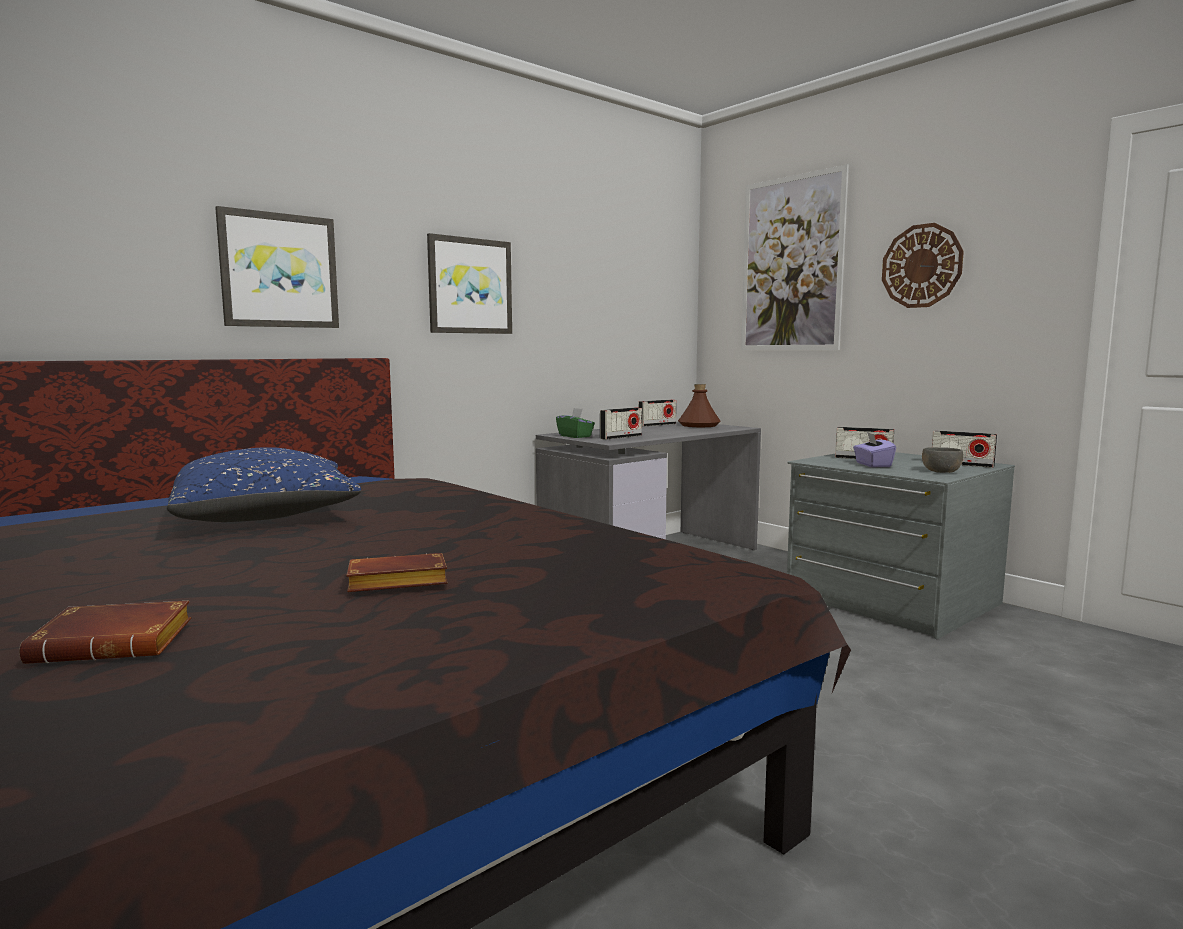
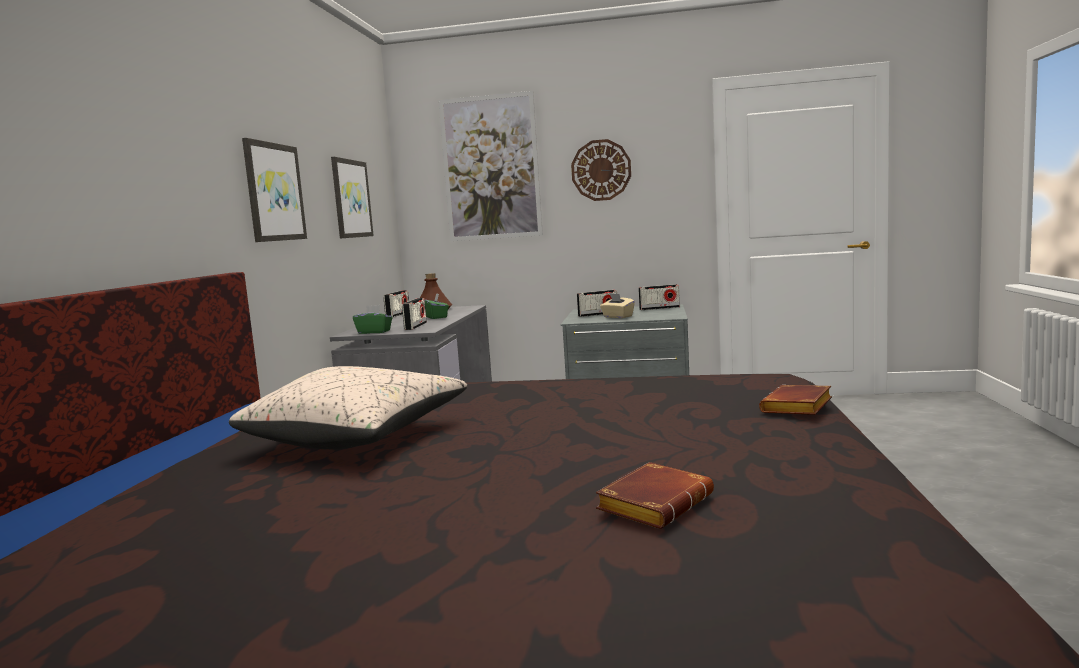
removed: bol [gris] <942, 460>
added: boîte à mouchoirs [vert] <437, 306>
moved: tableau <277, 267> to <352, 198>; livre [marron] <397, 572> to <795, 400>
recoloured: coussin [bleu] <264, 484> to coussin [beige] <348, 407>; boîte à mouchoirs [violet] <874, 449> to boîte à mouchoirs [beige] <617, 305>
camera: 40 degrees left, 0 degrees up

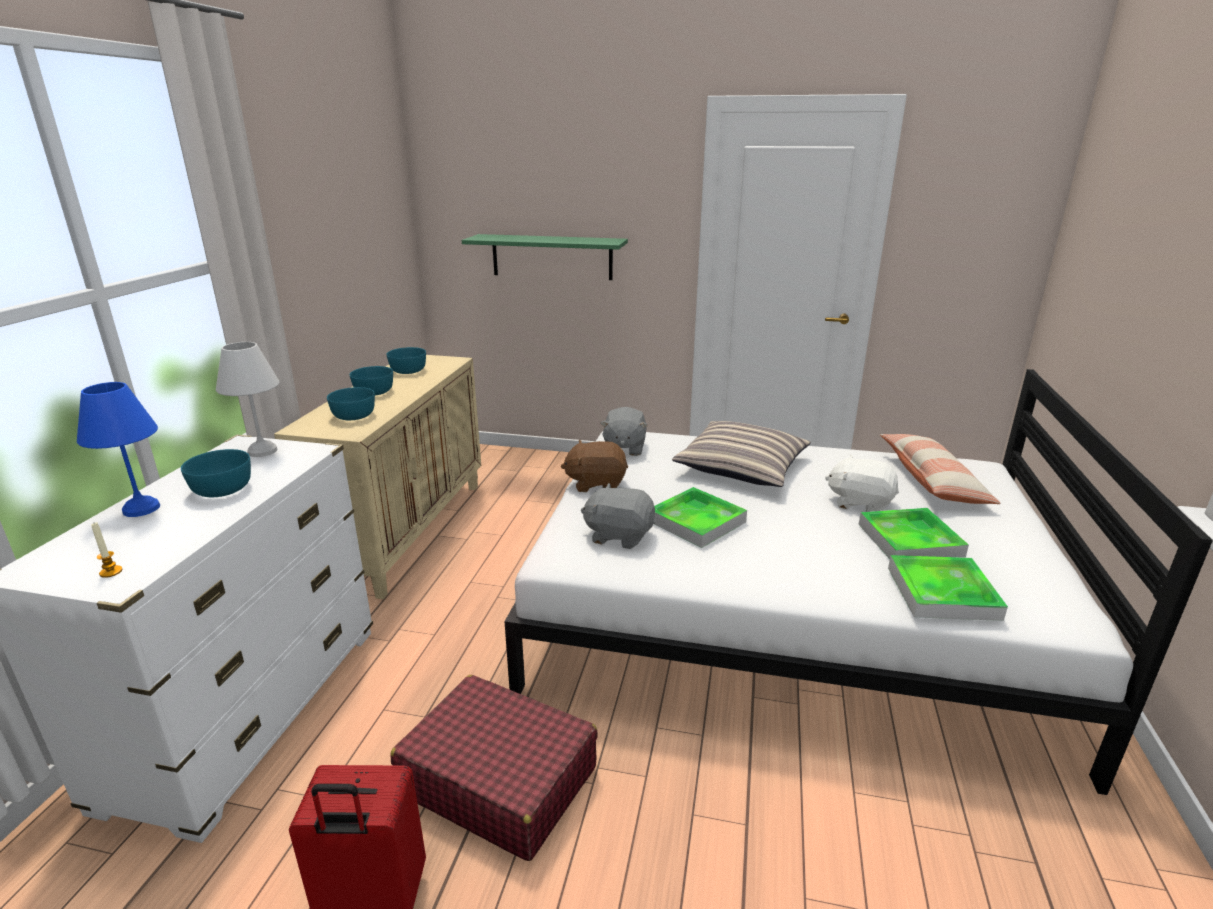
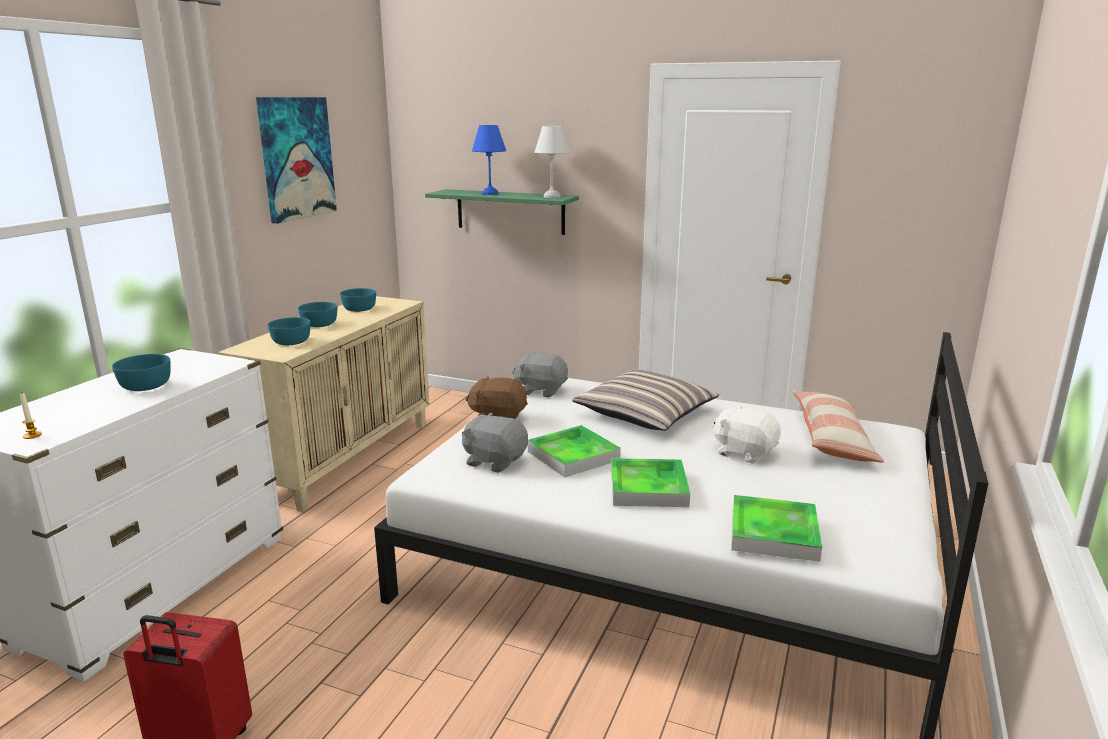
removed: valise [rouge] <494, 768>
added: tableau <296, 160>
moved: lampe de table [bleu] <118, 449> to <489, 160>; lampe de table [blanc] <247, 399> to <552, 162>; plateau <913, 533> to <650, 482>
turned: peluche [gris] <624, 431> = <540, 375> 90 degrees clockwise
camera: 10 degrees right, 5 degrees down

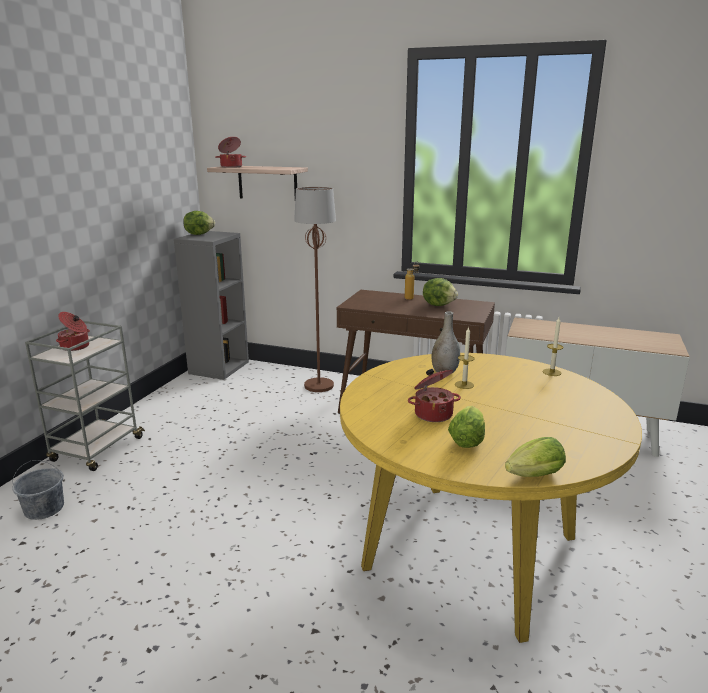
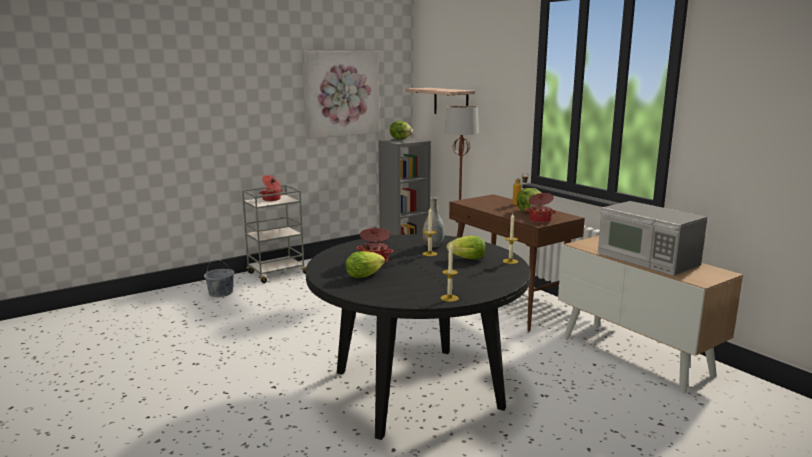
added: tableau <341, 95>; bougie <450, 272>; micro-ondes <653, 238>
moved: marmite <230, 152> to <541, 208>; laitue <535, 457> to <466, 247>
recoloured: table à manger [jaune] <491, 498> to table à manger [noir] <418, 337>
camera: 35 degrees right, 5 degrees down

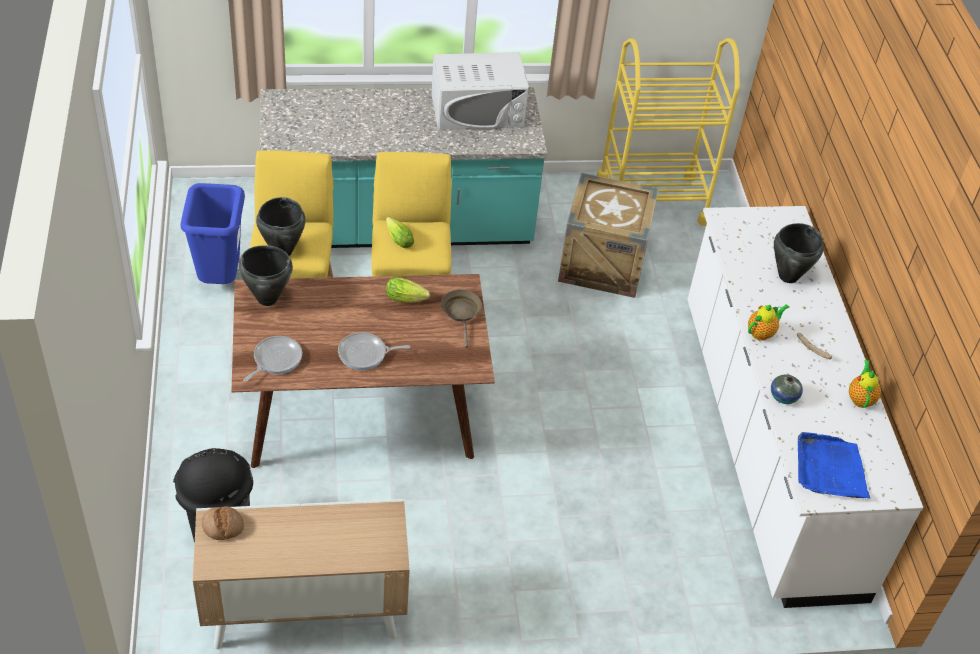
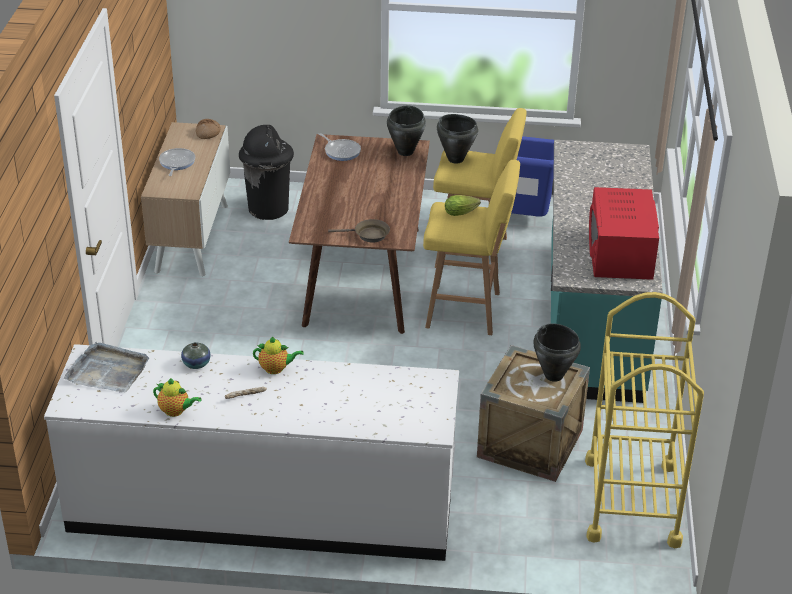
removed: laitue <408, 290>
moved: poêle <374, 351> to <177, 162>; marmite [noir] <798, 253> to <557, 352>
recoloured: micro-ondes [blanc] <480, 91> to micro-ondes [rouge] <624, 233>; plateau [bleu] <834, 465> to plateau [gris] <106, 367>
turned: théière <768, 322> = <278, 355> 60 degrees counterclockwise
camera: 105 degrees right, 10 degrees down

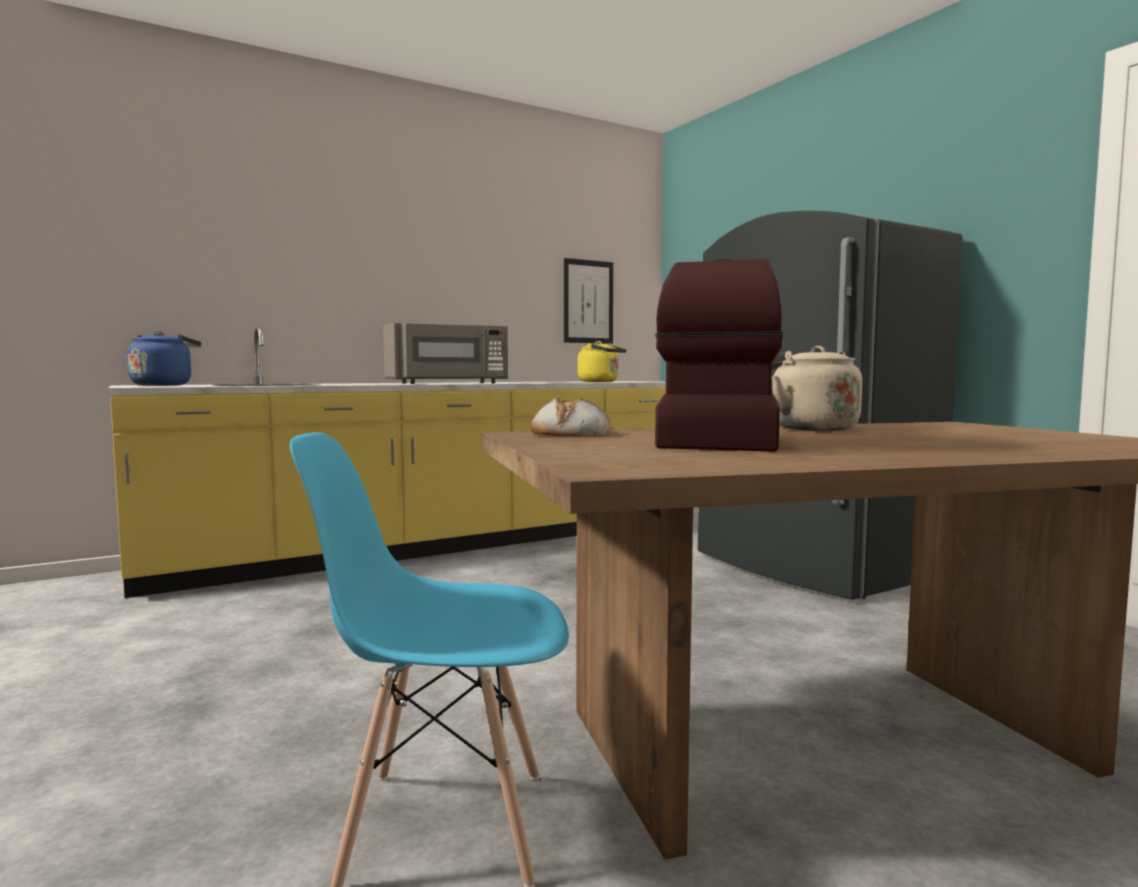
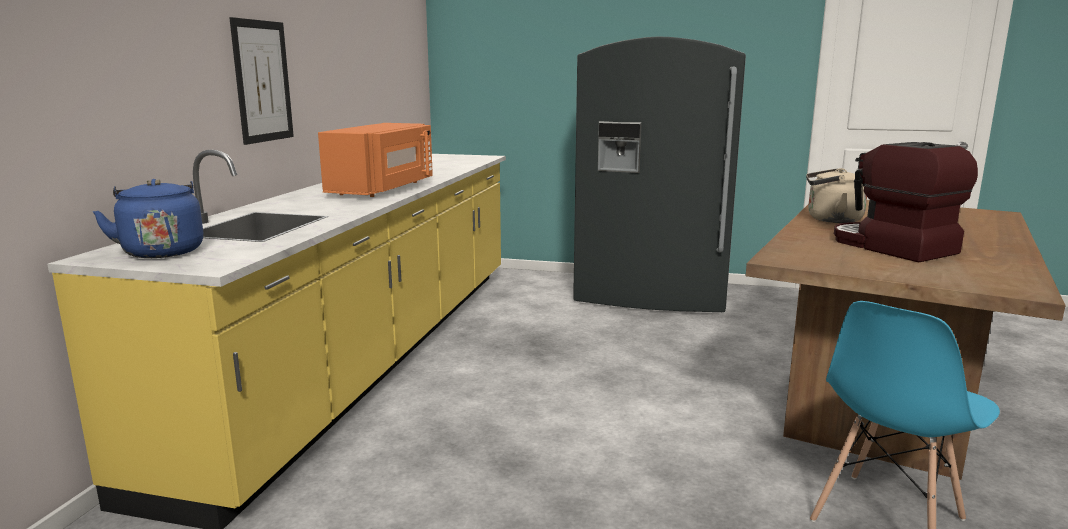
removed: pain <571, 416>; bouilloire [jaune] <602, 361>
moved: tableau <588, 301> to <261, 81>
recoloured: micro-ondes [gris] <445, 353> to micro-ondes [orange] <375, 160>
camera: 45 degrees left, 10 degrees up

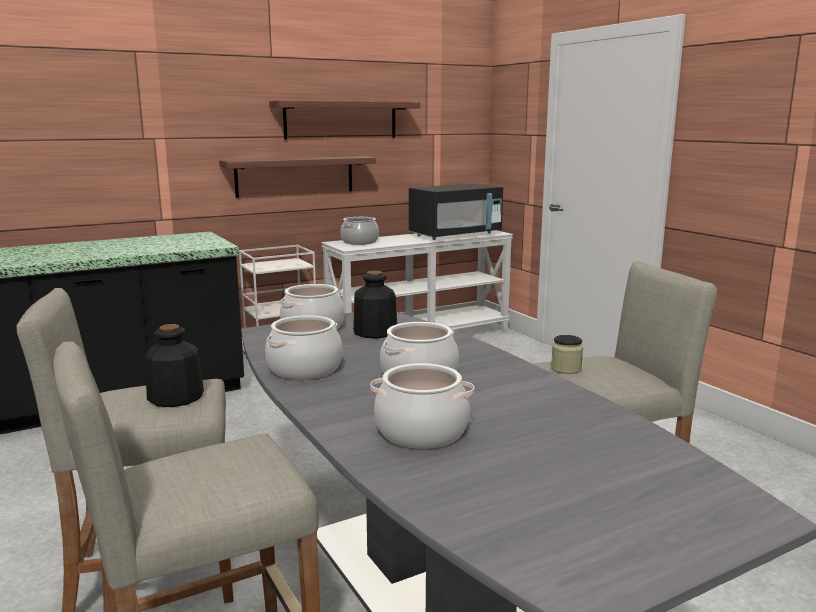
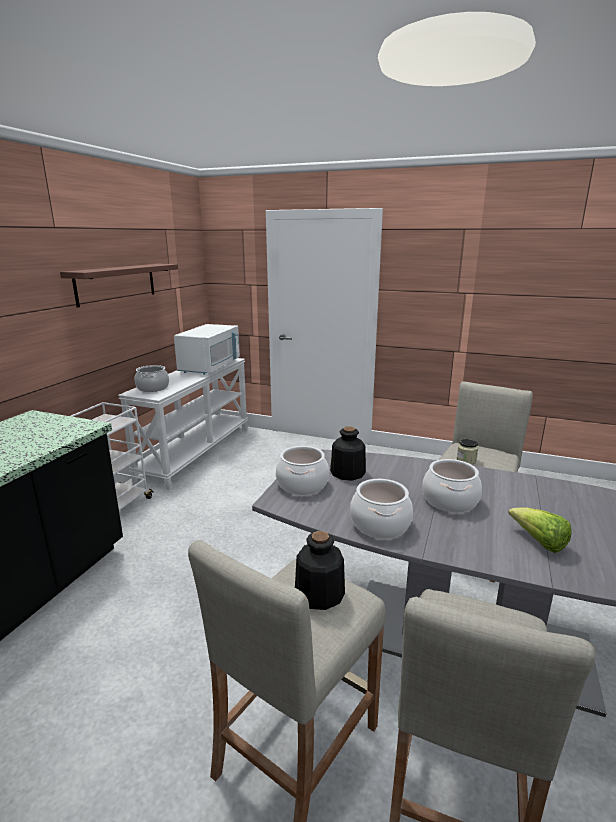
removed: étagère <297, 177>
replaced: marmite <422, 405> to laitue <540, 530>
recoloured: micro-ondes [noir] <456, 212> to micro-ondes [blanc] <207, 349>
camera: 40 degrees left, 5 degrees up

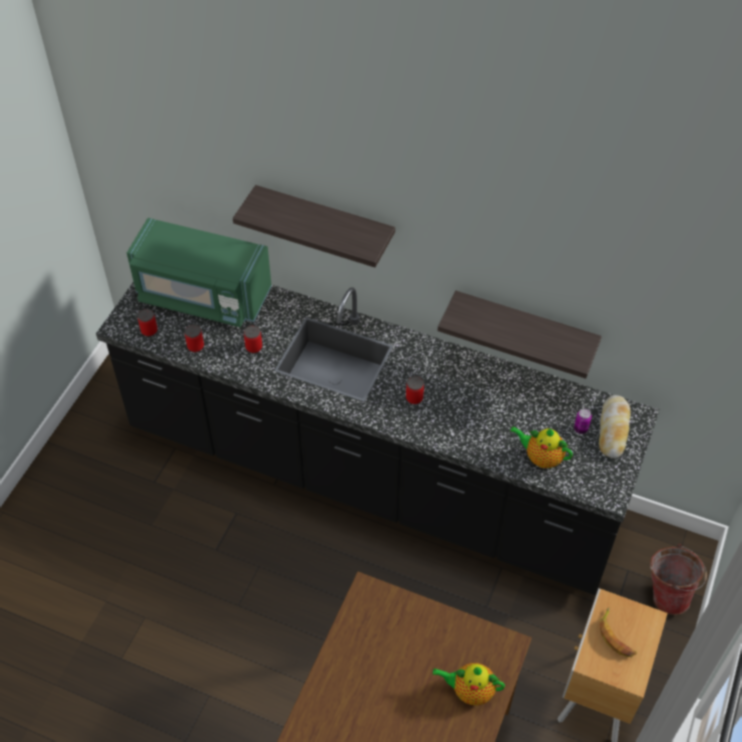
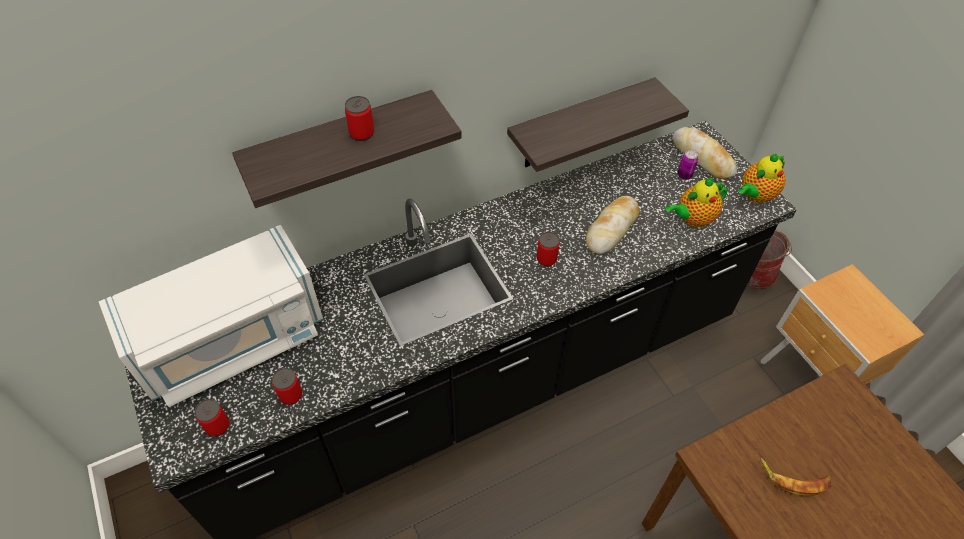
added: pain <613, 225>
moved: boîte métallique <253, 339> to <359, 118>; théière <469, 684> to <762, 178>; banane <618, 632> to <796, 477>
recoloured: micro-ondes [vert] <199, 272> to micro-ondes [blanc] <211, 316>
camera: 50 degrees left, 0 degrees up

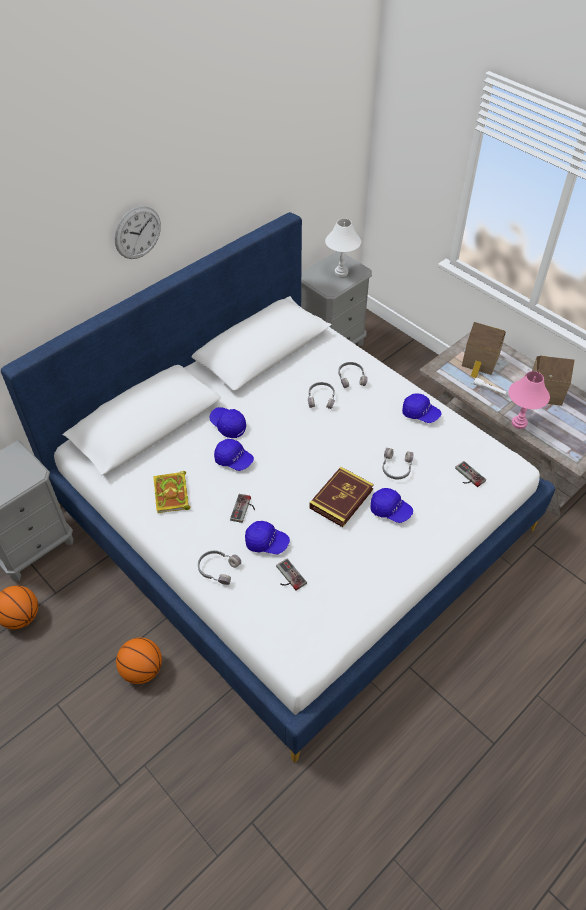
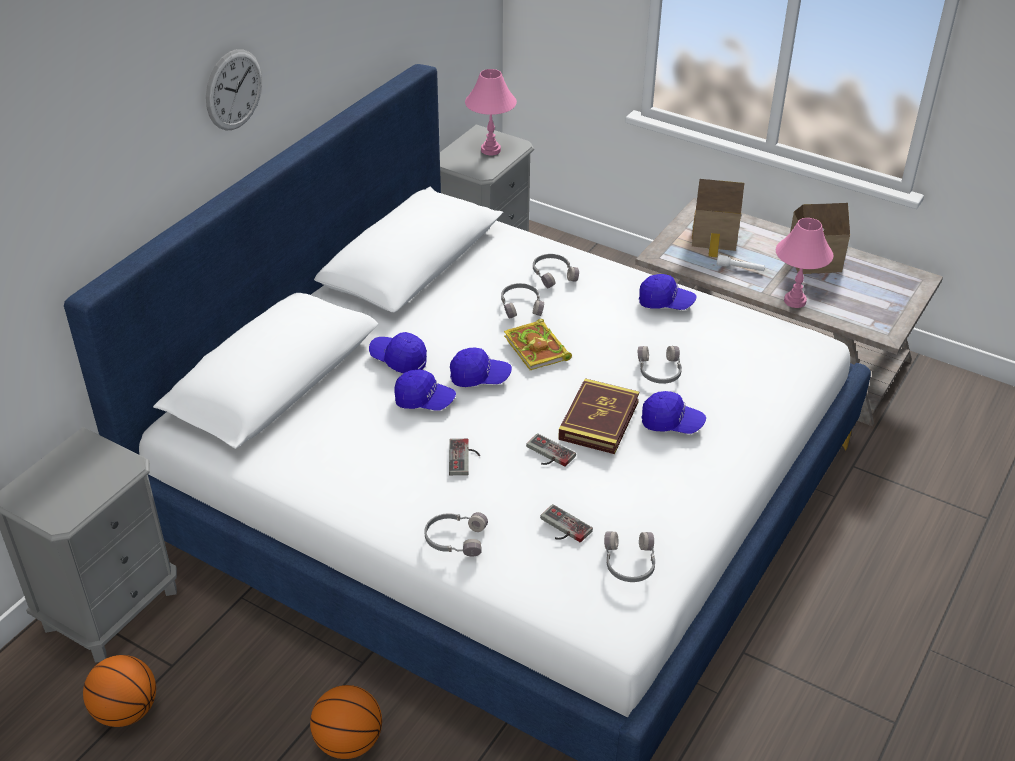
added: casque audio [gris] <629, 557>
moved: livre <172, 492> to <538, 345>; casquette [bleu] <267, 537> to <481, 367>; manette <470, 474> to <551, 450>
recoloured: lampe de table [blanc] <343, 248> to lampe de table [rose] <491, 112>
camera: 15 degrees left, 10 degrees down

